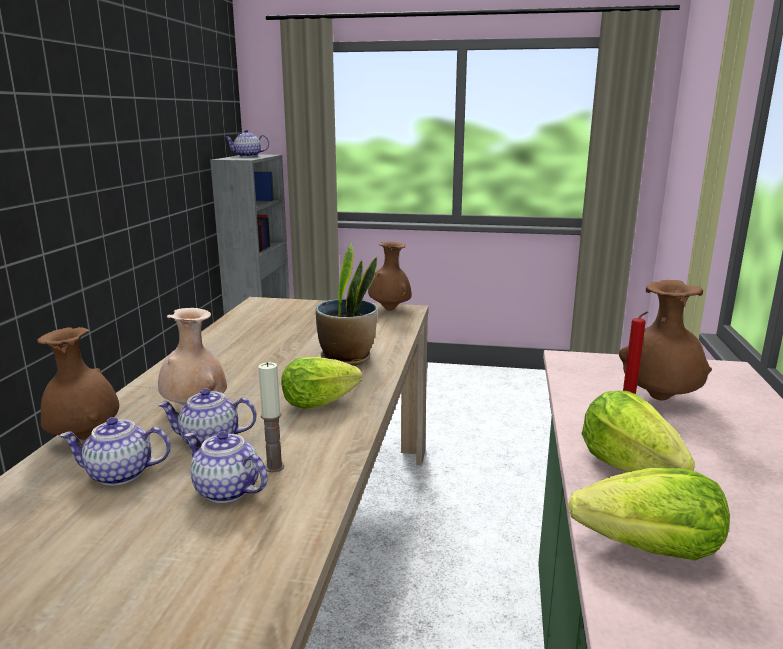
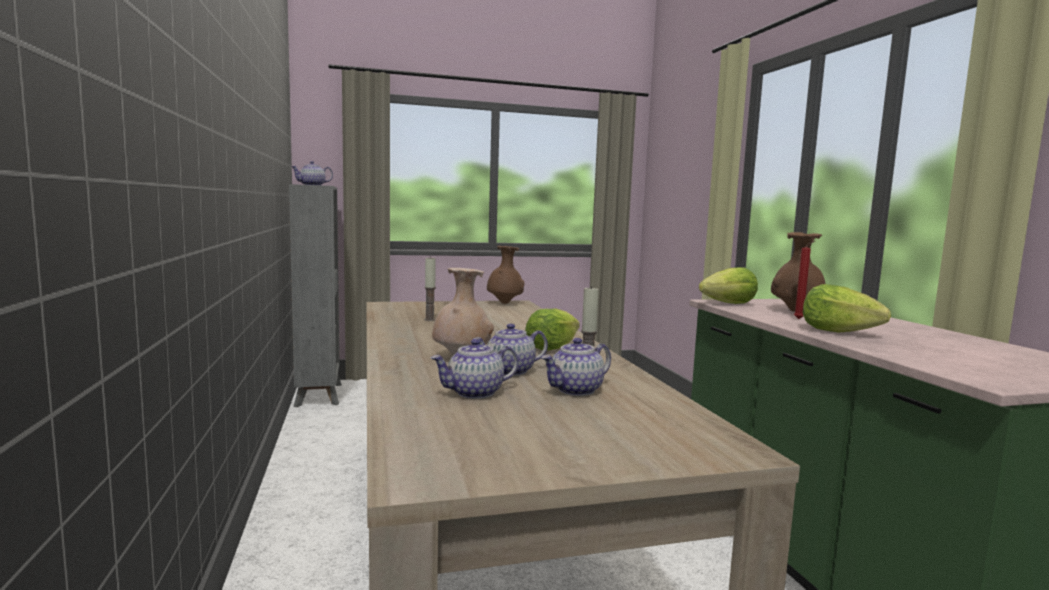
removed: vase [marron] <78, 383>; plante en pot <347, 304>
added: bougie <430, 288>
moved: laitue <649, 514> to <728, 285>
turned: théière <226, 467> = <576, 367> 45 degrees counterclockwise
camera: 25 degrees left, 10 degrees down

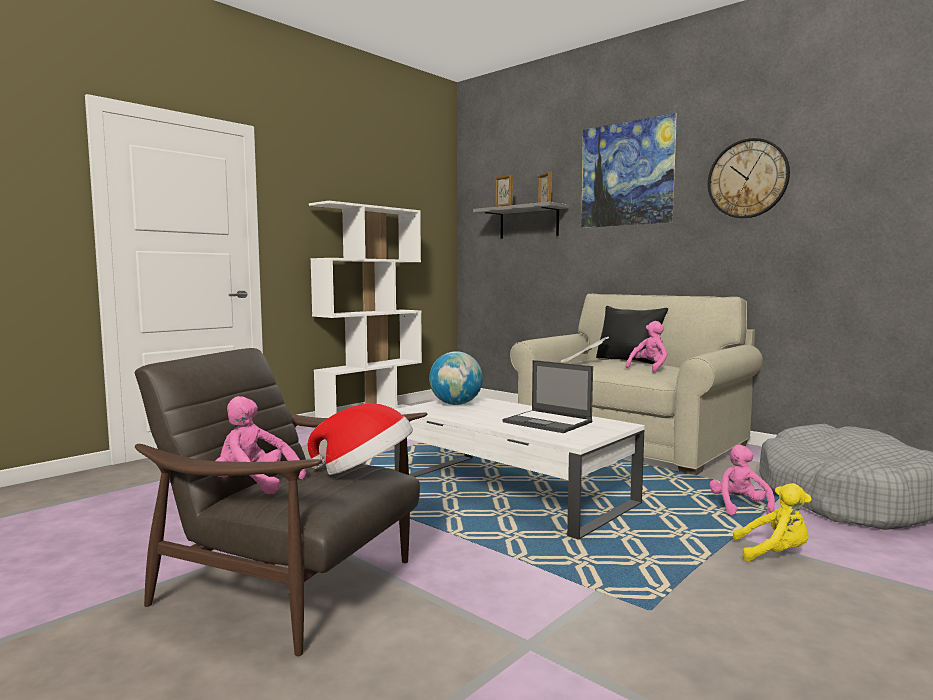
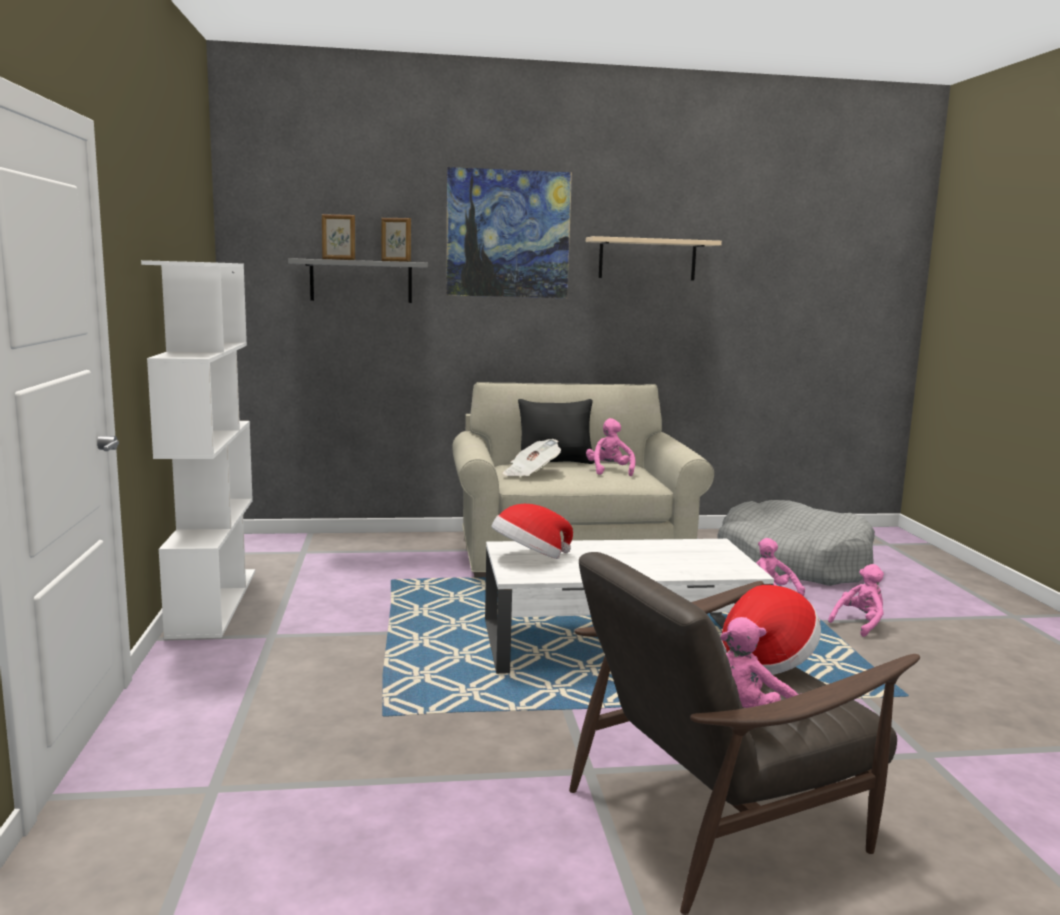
removed: ordinateur portable <548, 396>
replaced: globe <456, 378> to chapeau <532, 531>; horloge murale <749, 178> to étagère [beige] <654, 258>
recoloured: peluche [jaune] <772, 522> to peluche [rose] <856, 600>
camera: 50 degrees left, 5 degrees up

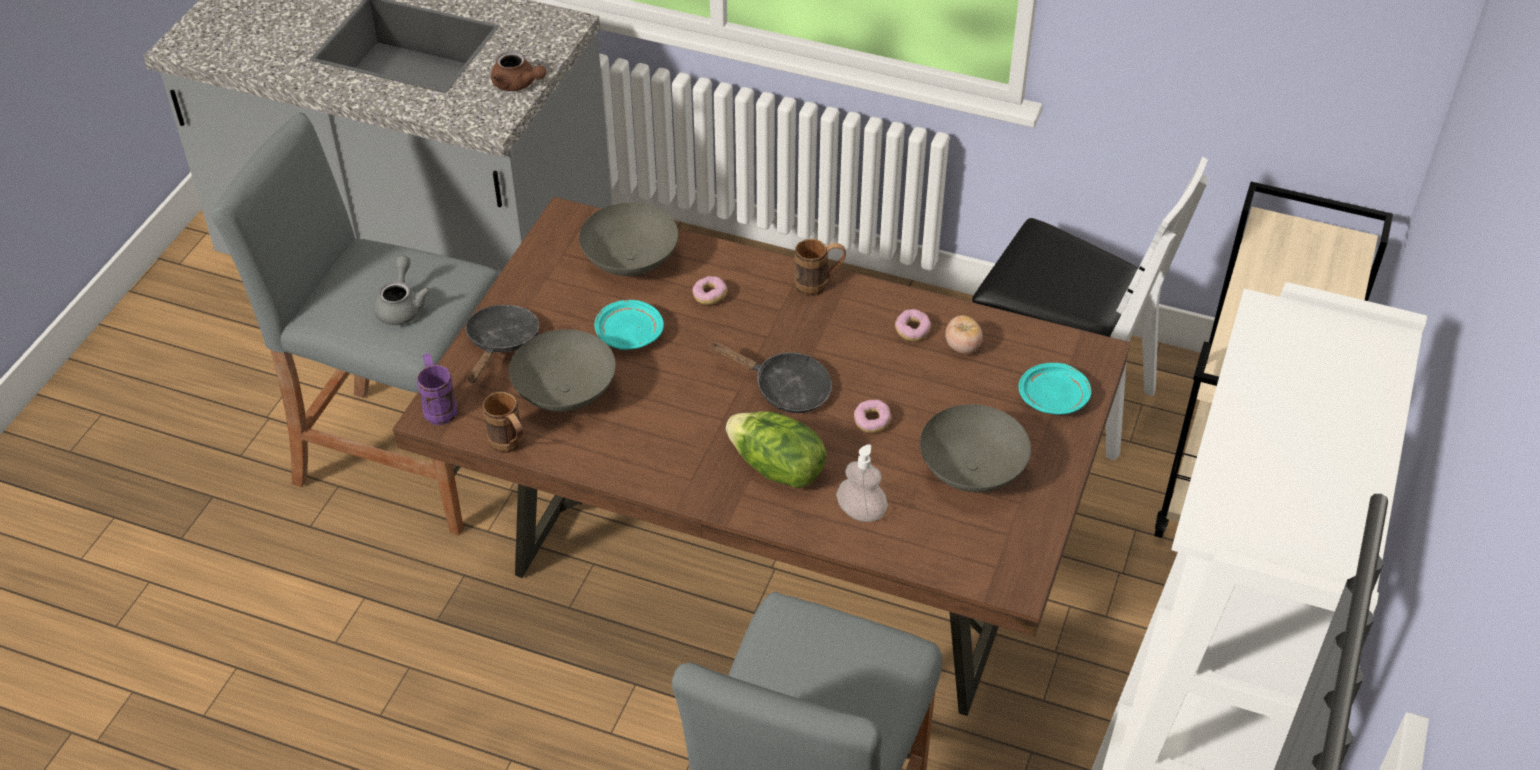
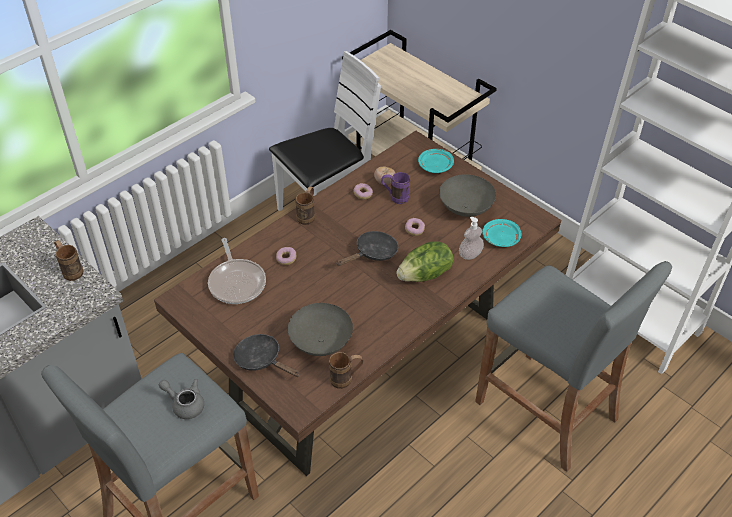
moved: mug [violet] <437, 389> to <395, 188>; assiette [turquoise] <629, 325> to <502, 233>
replaced: théière [marron] <519, 71> to mug [marron] <68, 260>; bol [gris] <628, 239> to poêle <237, 271>
camera: 65 degrees left, 0 degrees up

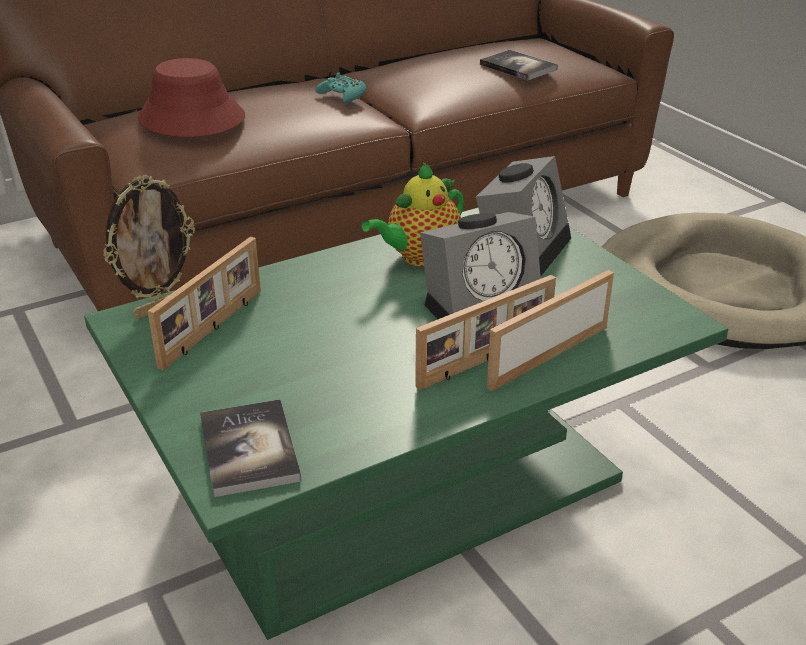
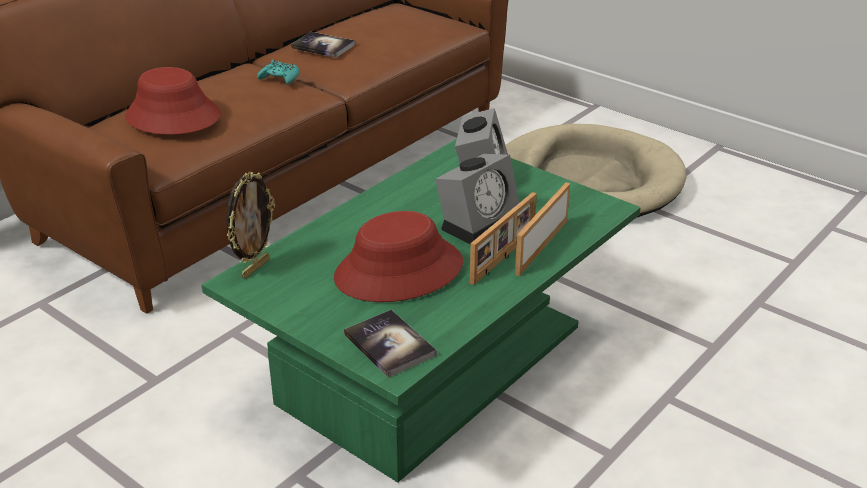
removed: cadre photo <204, 303>; théière <413, 214>
added: chapeau [rouge] <398, 256>
moved: livre <519, 65> to <323, 45>
camera: 20 degrees left, 0 degrees up

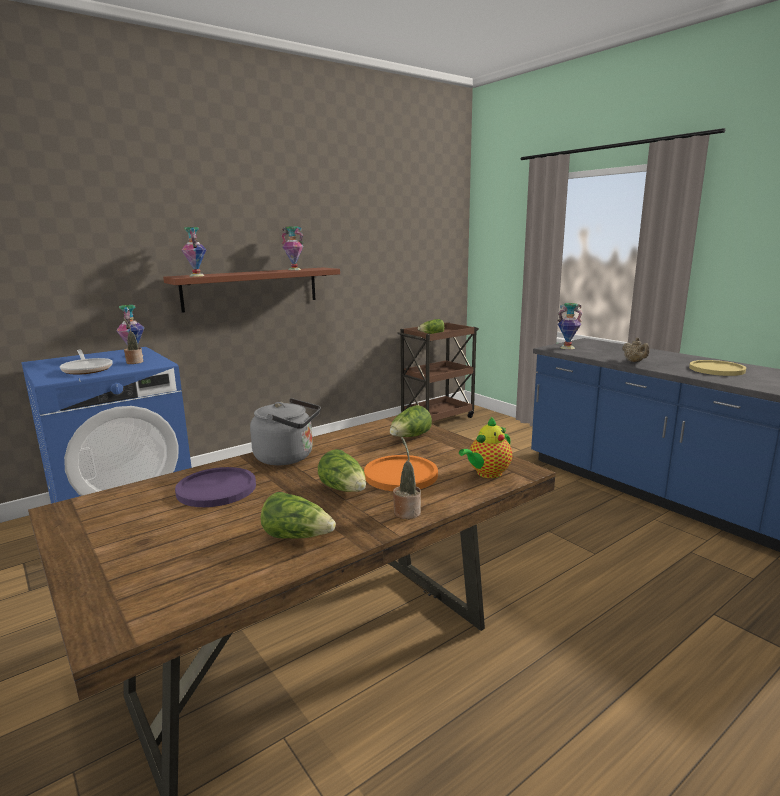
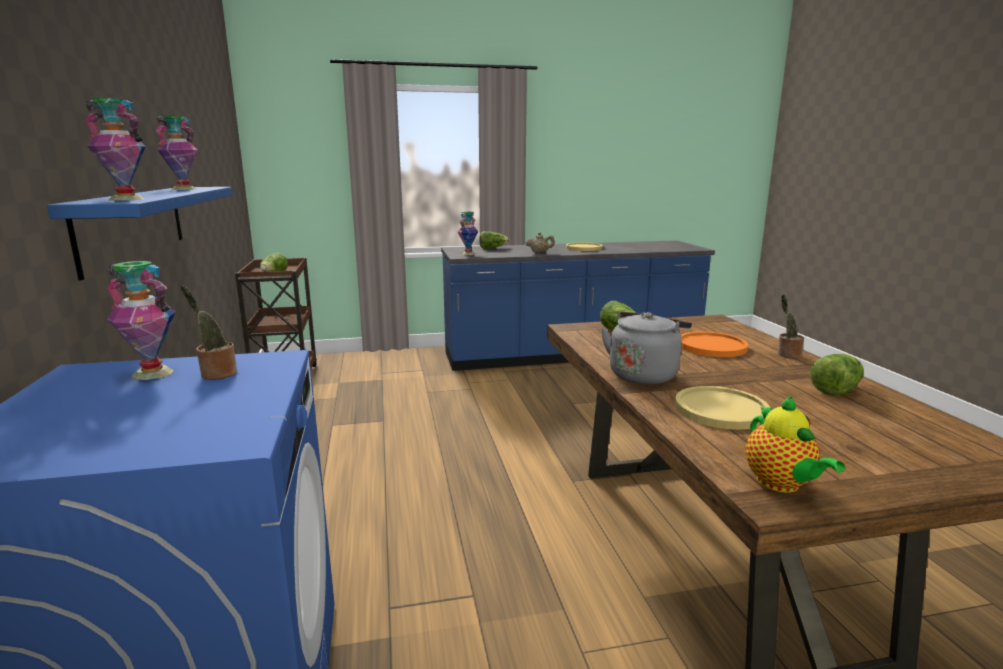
removed: poêle <86, 362>
moved: laitue <342, 470> to <495, 240>; théière <485, 447> to <795, 444>
recoloured: étagère [marron] <251, 290> to étagère [bleu] <140, 233>; assiette [violet] <215, 487> to assiette [jaune] <722, 408>
camera: 65 degrees left, 0 degrees up

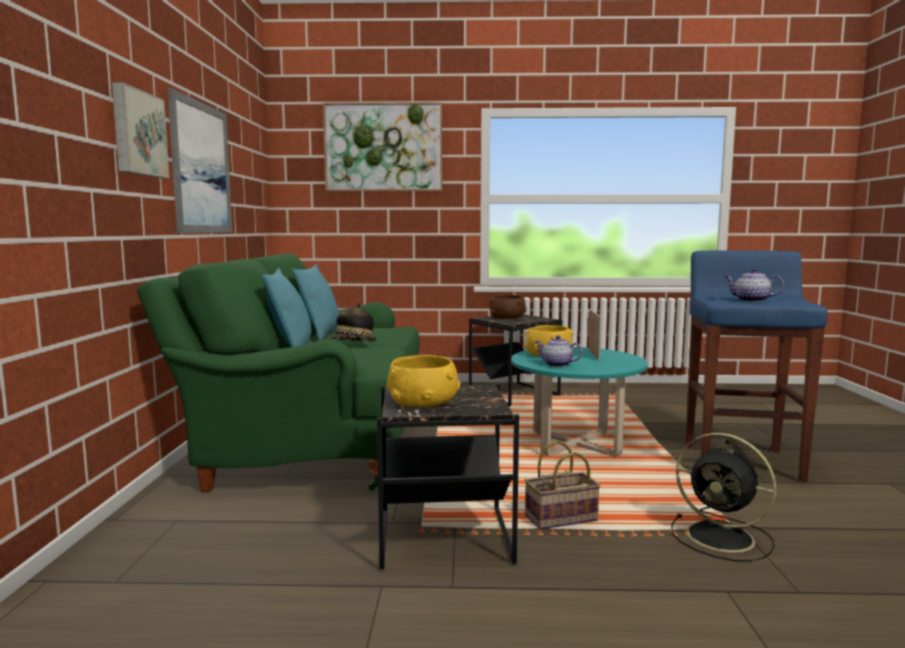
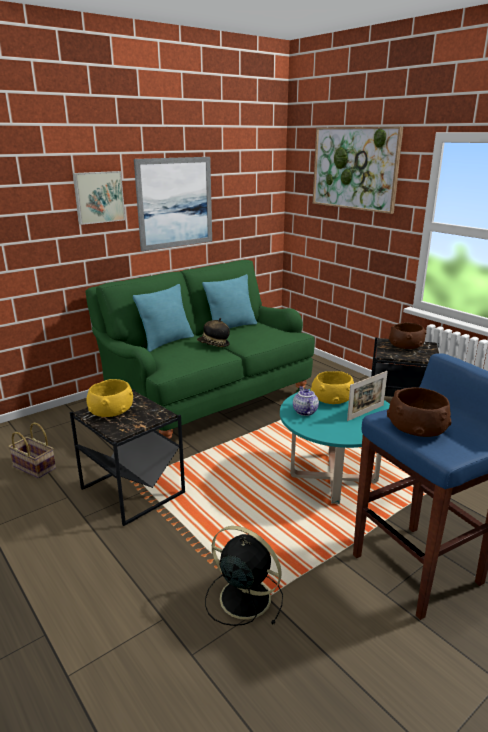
moved: panier <562, 485> to <32, 450>
replaced: théière <754, 285> to bol [marron] <419, 412>
turned: ventilateur [noir] <723, 497> = <244, 576> 120 degrees clockwise
camera: 50 degrees right, 15 degrees up

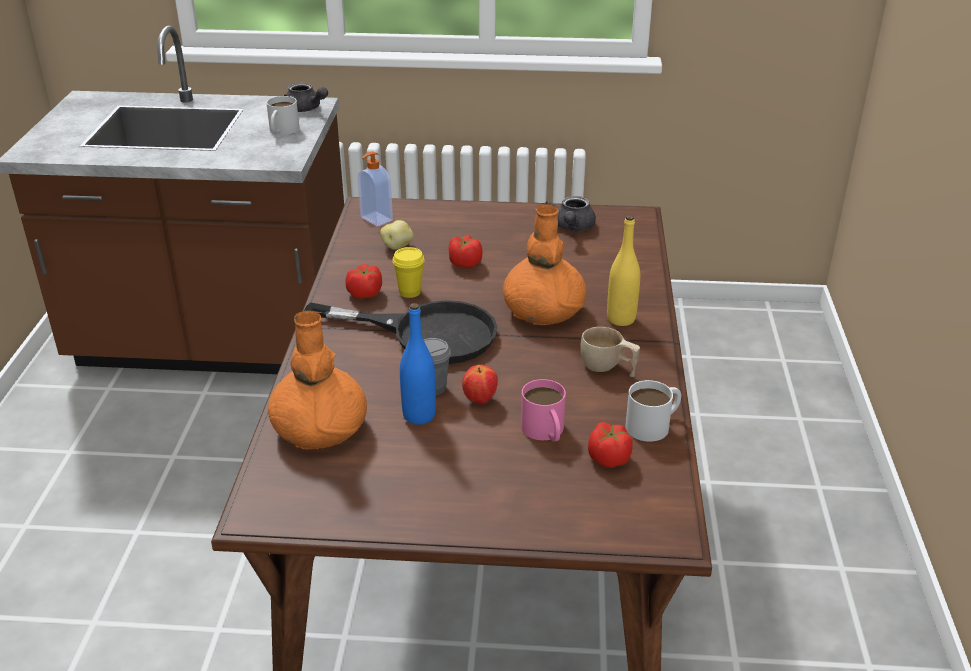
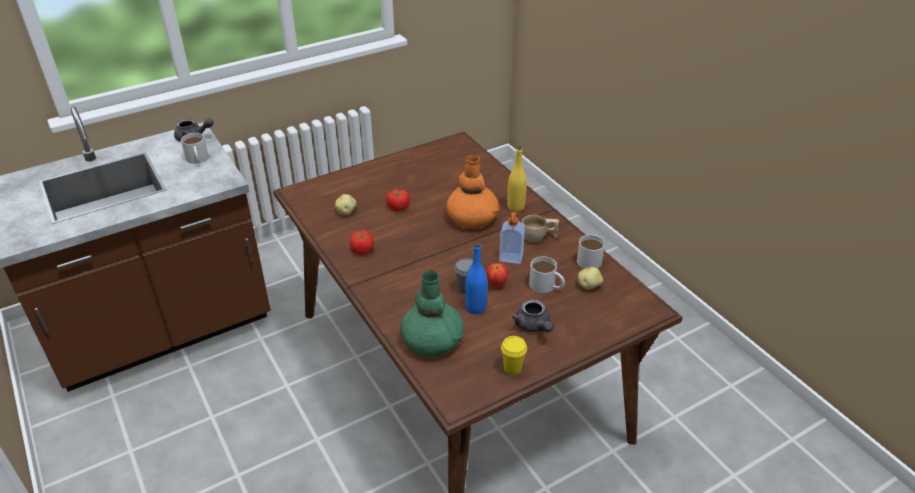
removed: poêle [noir] <401, 332>
moved: distributeur de savon <375, 188> to <512, 238>; tasse [jaune] <408, 272> to <514, 355>; théière [gris] <570, 213> to <533, 315>
replaced: tomate <610, 445> to pomme de terre <590, 278>
recoloured: vase [orange] <317, 380> to vase [vert] <432, 314>; mug [rose] <543, 410> to mug [blanc] <547, 274>
camera: 35 degrees left, 5 degrees up

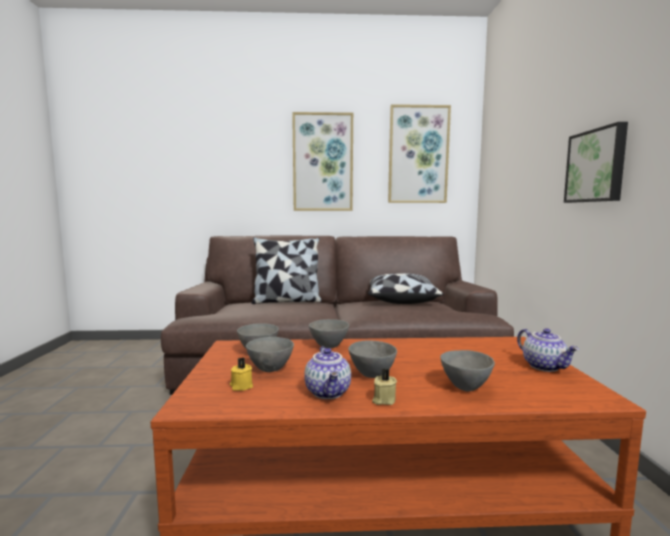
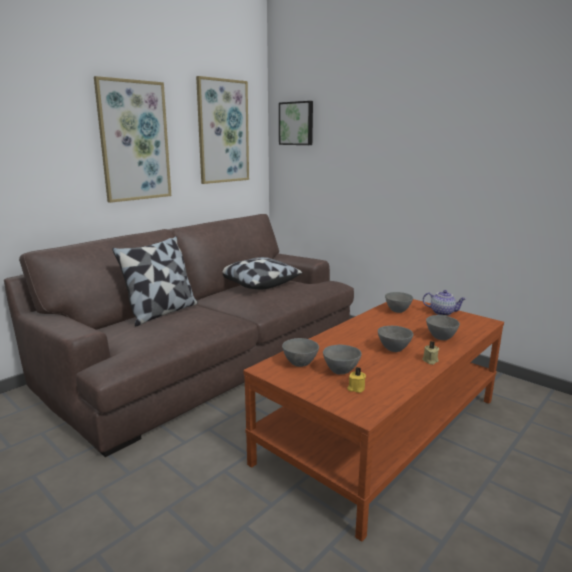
removed: théière <327, 372>
moved: bol [gris] <329, 333> to <399, 302>; tableau <596, 162> to <296, 123>
camera: 45 degrees left, 10 degrees up

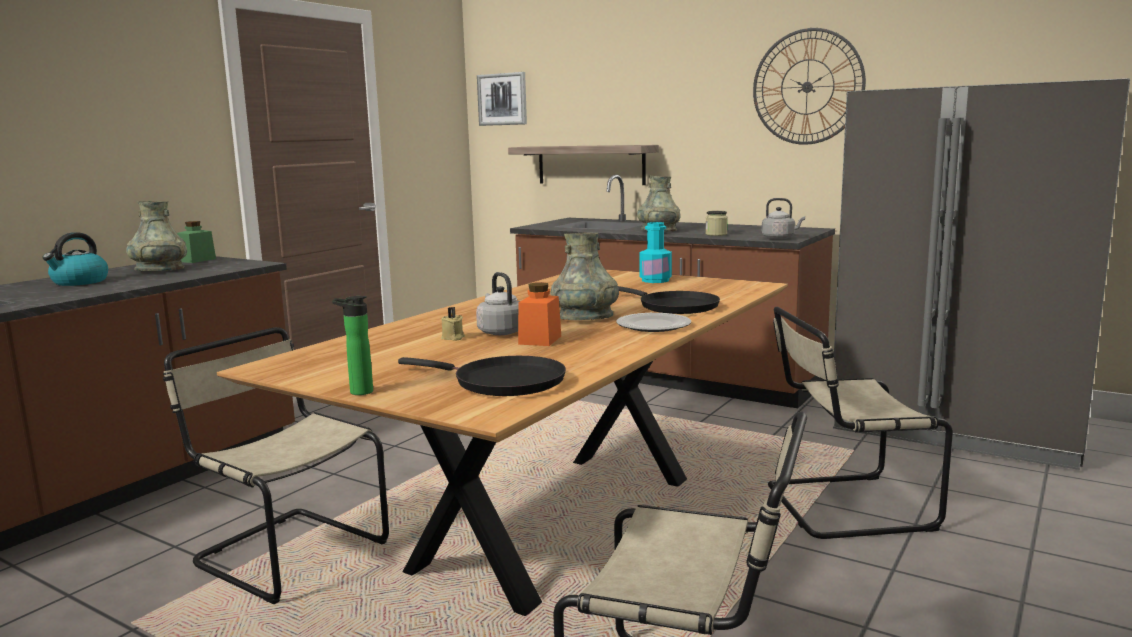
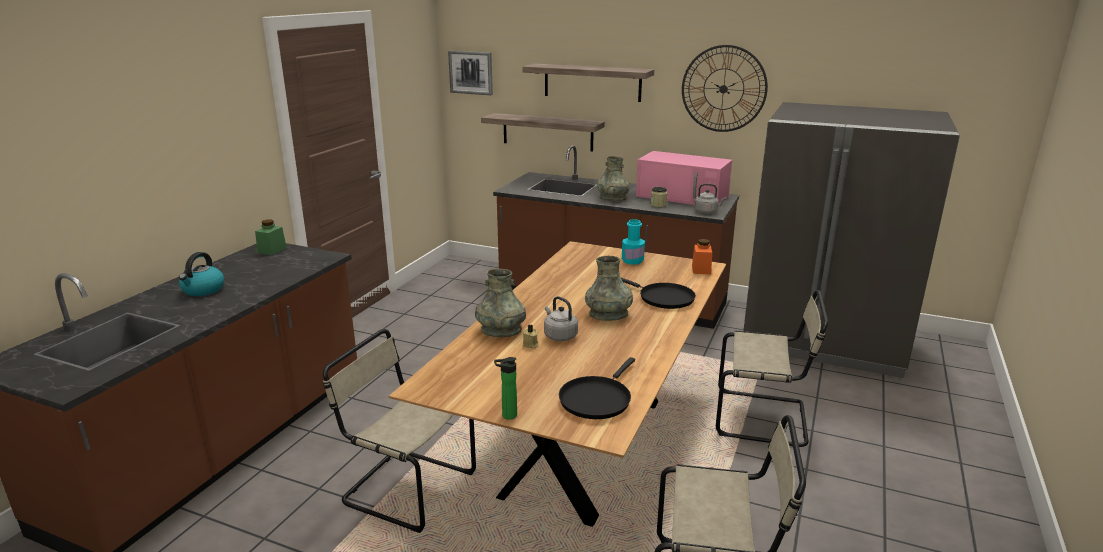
removed: assiette <653, 322>
added: étagère <588, 83>; micro-ondes [rose] <684, 178>
moved: vase [gris] <156, 236> to <500, 303>; bocal [orange] <539, 314> to <702, 256>
turned: poêle [noir] <482, 376> = <597, 388> 105 degrees clockwise; chaise [beige] <860, 423> = <772, 368> 150 degrees counterclockwise
camera: 10 degrees left, 10 degrees up

